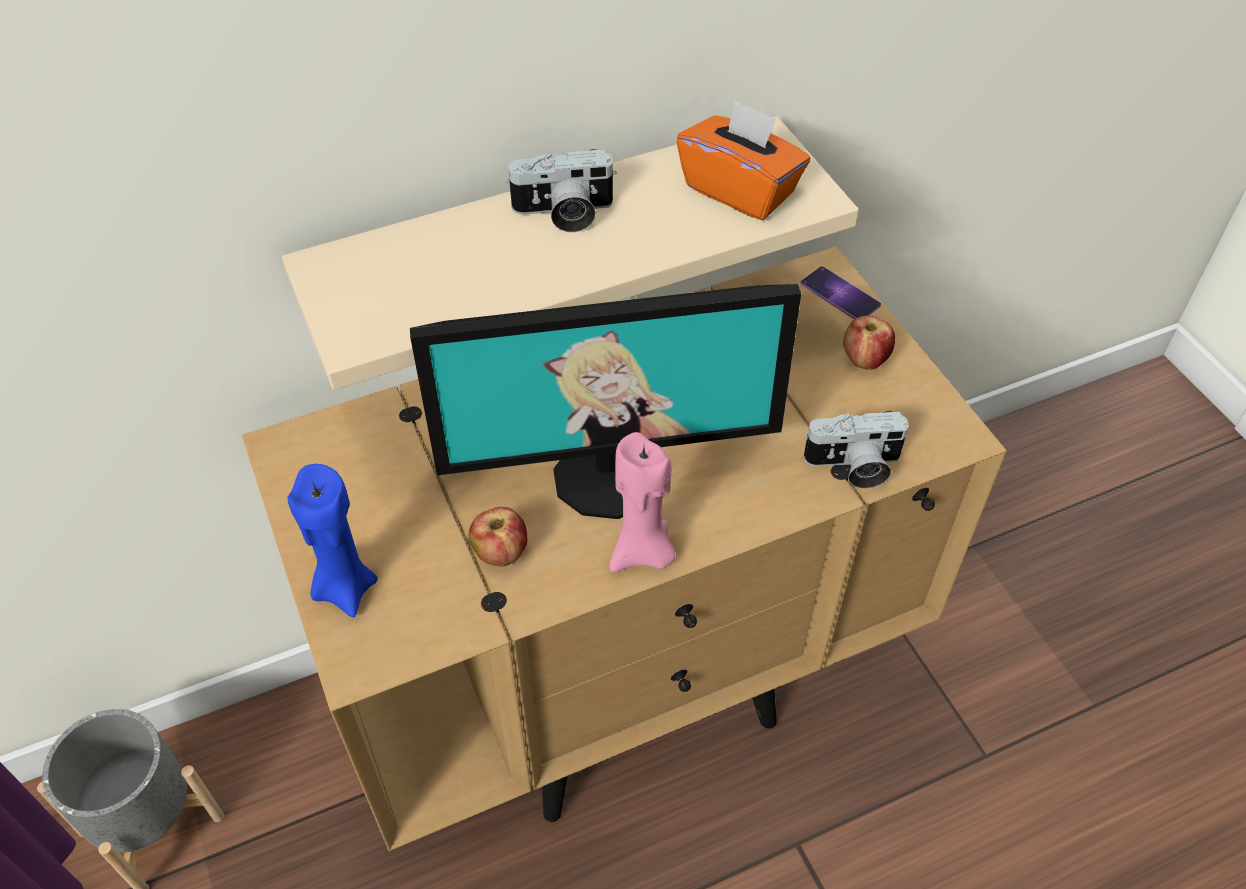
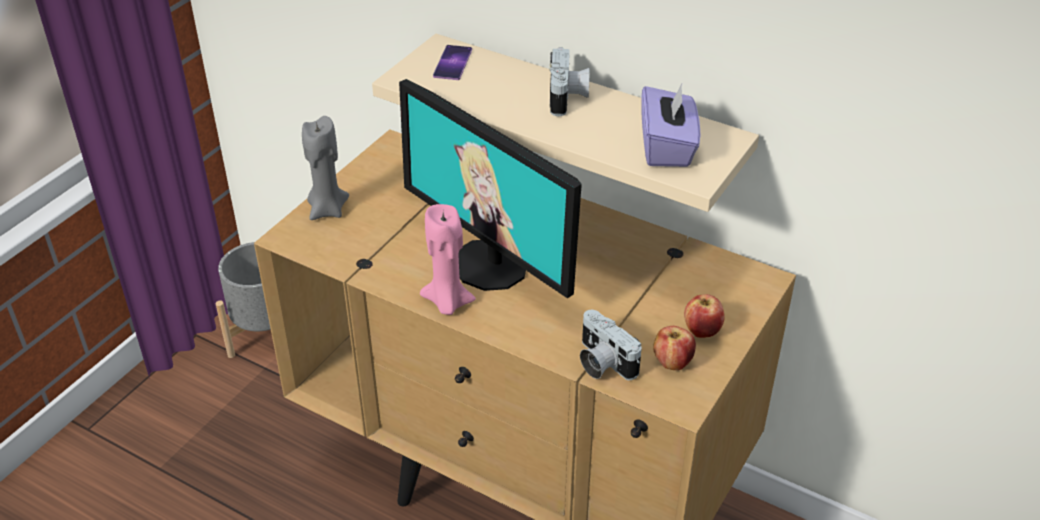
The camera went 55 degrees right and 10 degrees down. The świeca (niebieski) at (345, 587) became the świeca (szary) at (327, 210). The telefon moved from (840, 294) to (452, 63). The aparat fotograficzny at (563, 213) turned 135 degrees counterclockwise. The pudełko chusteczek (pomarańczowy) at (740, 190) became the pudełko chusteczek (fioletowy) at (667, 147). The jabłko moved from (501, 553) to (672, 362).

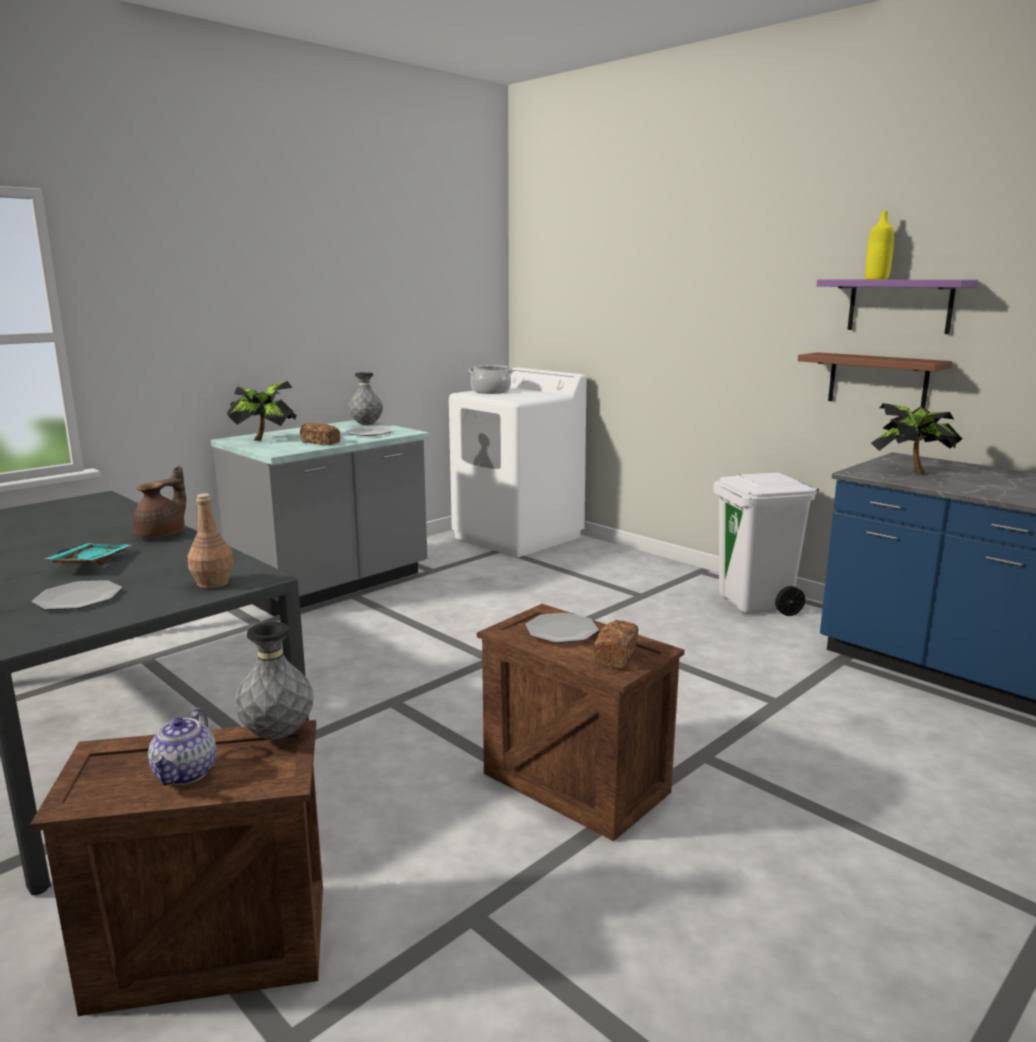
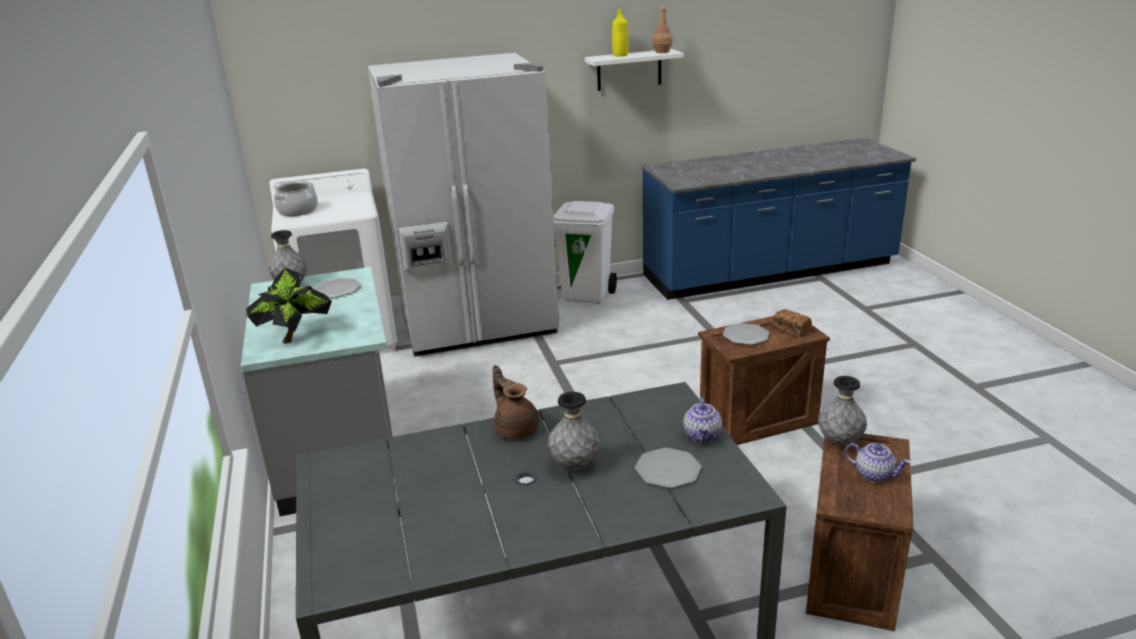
The camera went 60 degrees left and 10 degrees up. The lodówka (biały) at (478, 323) appeared. The taca (turkusowy) at (90, 563) was replaced by the wazon (szary) at (575, 465). The półka (fioletowy) at (900, 305) became the półka (biały) at (629, 70). The butelka (brązowy) moved from (213, 583) to (662, 52). The imbryk at (703, 436) appeared. The chleb at (320, 442) disappeared. The półka (brązowy) at (877, 381) disappeared. The roślina doniczkowa at (911, 472) disappeared.

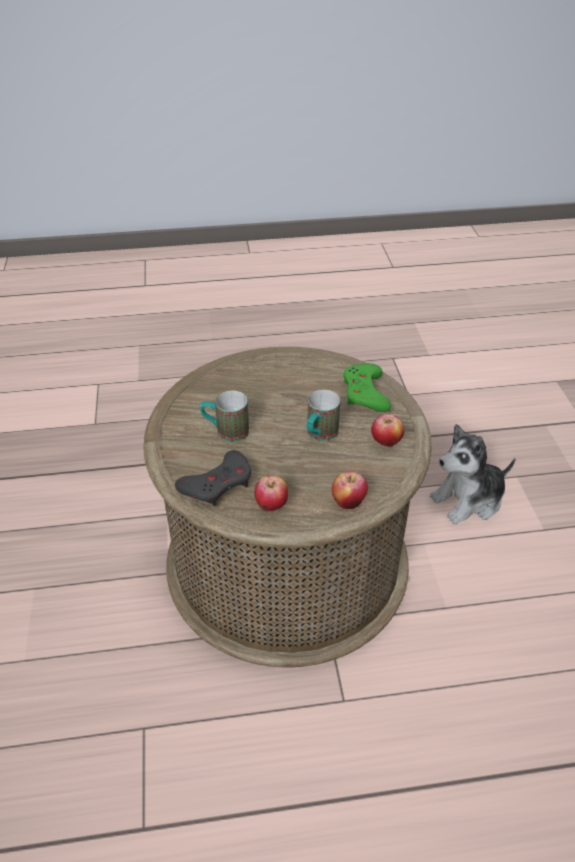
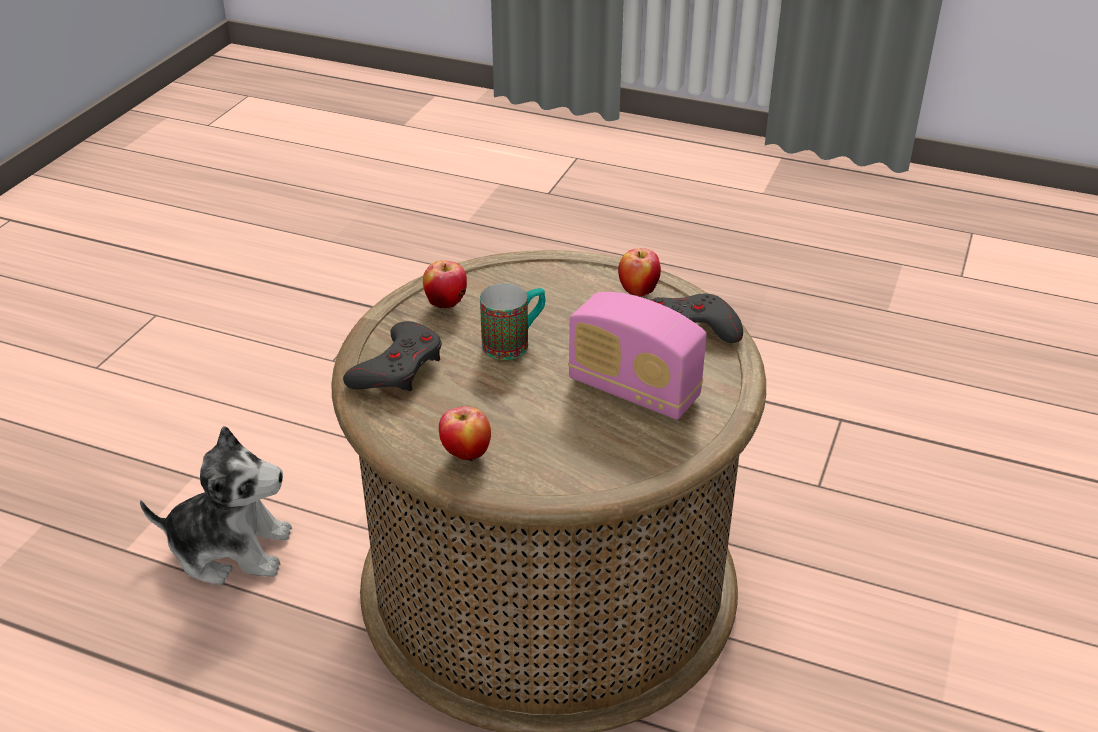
The camera went 150 degrees left and 5 degrees down. The pad do gier (zielony) at (365, 393) became the pad do gier (szary) at (398, 367). The jabłko moved from (348, 502) to (465, 455). The kubek at (225, 431) was replaced by the radio at (633, 390).

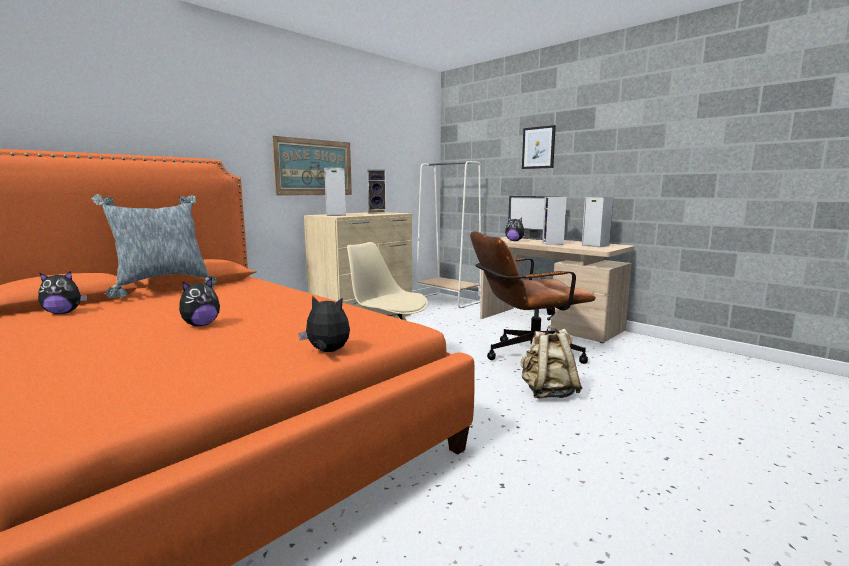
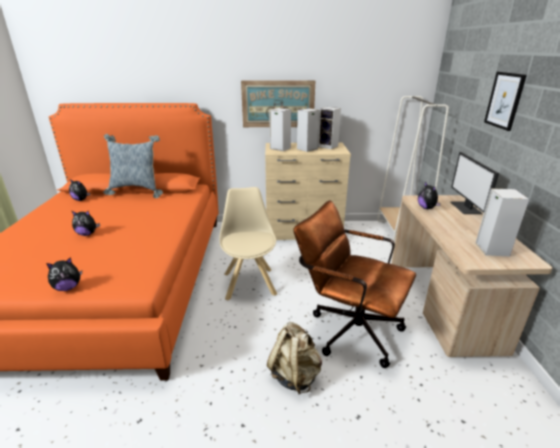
The camera went 45 degrees right and 15 degrees up. The pluszak at (327, 352) turned 90 degrees clockwise. The głośnik moved from (553, 243) to (307, 149).

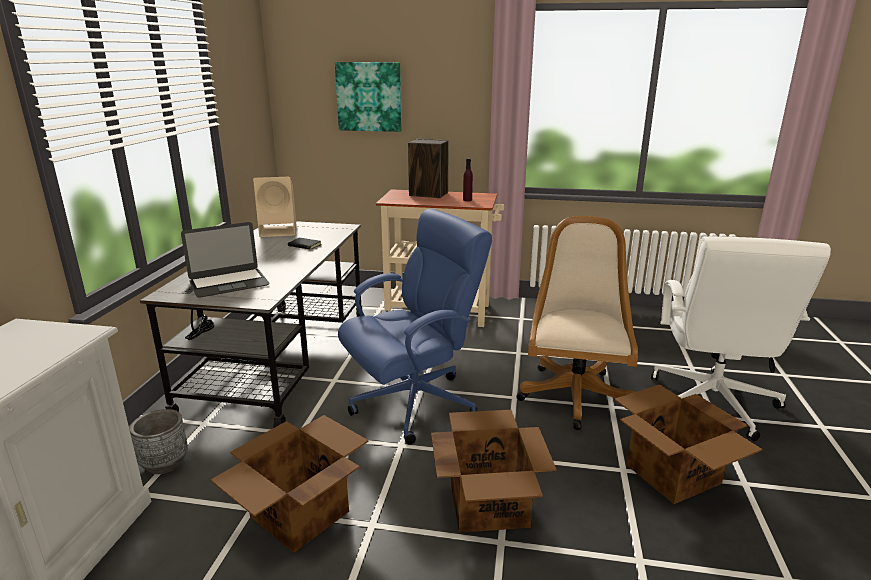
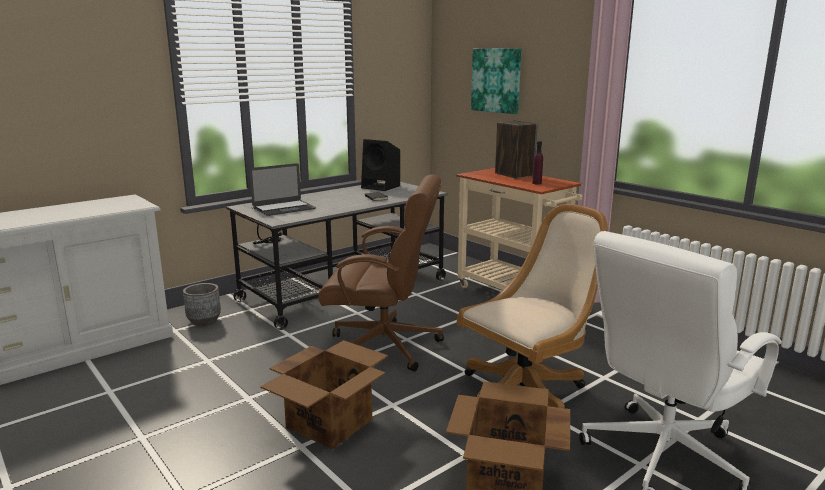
The camera went 40 degrees right and 5 degrees down. The laptop at (229, 283) turned 45 degrees counterclockwise. The krzesło biurowe (niebieski) at (413, 404) became the krzesło biurowe (brązowy) at (384, 346). The głośnik (beżowy) at (279, 231) became the głośnik (czarny) at (381, 187). The karton at (298, 514) disappeared.

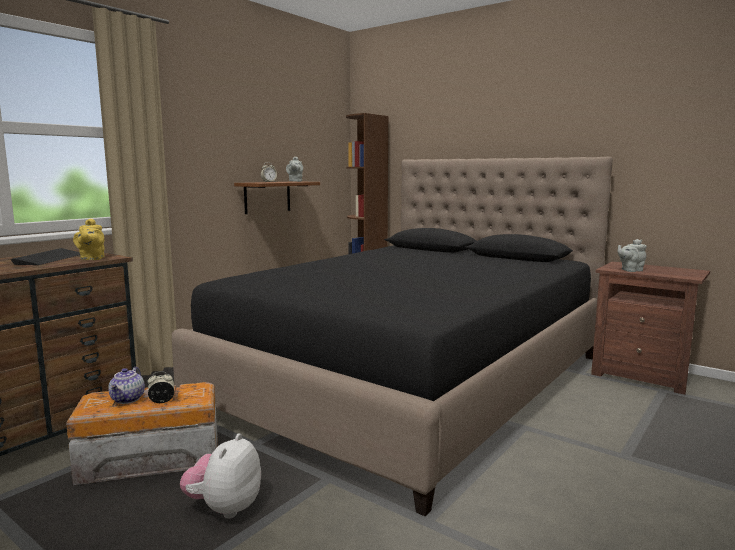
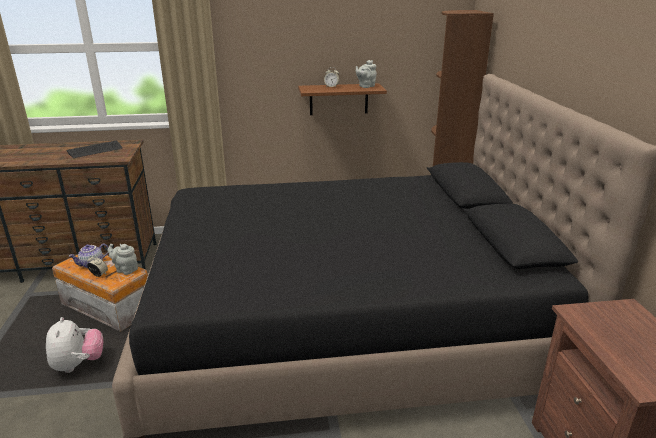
The camera went 45 degrees right and 15 degrees up. The pluszak at (224, 508) turned 105 degrees clockwise. The imbryk (szary) moved from (630, 270) to (125, 269). The imbryk (żółty) at (91, 259) disappeared.

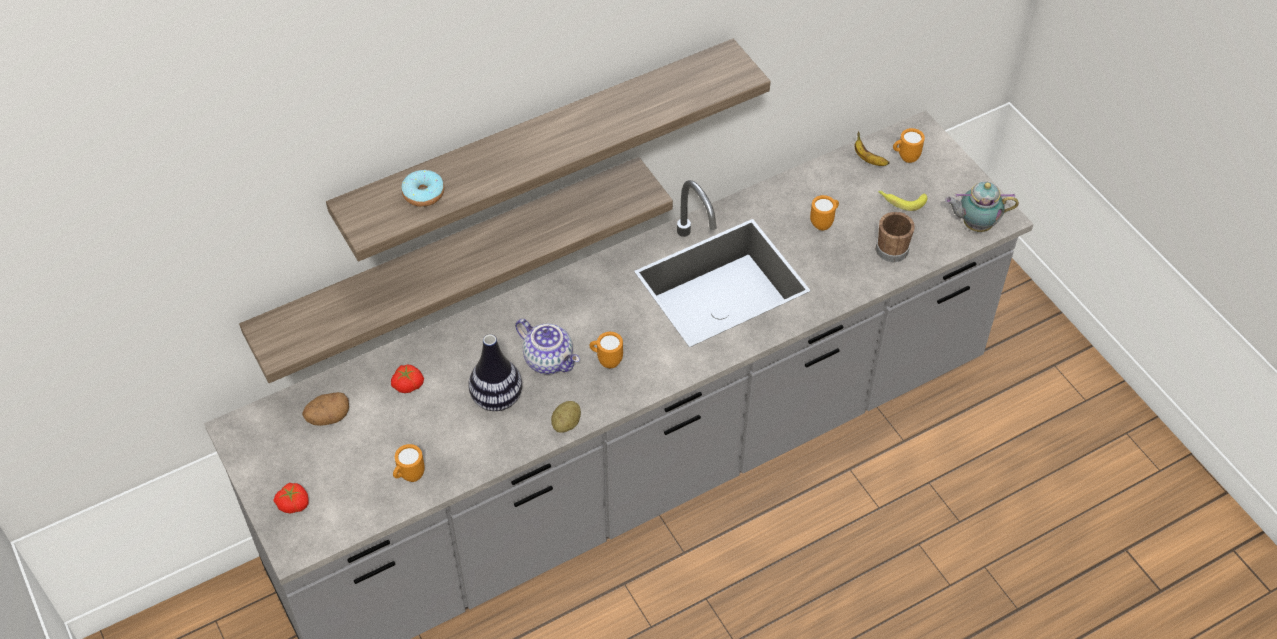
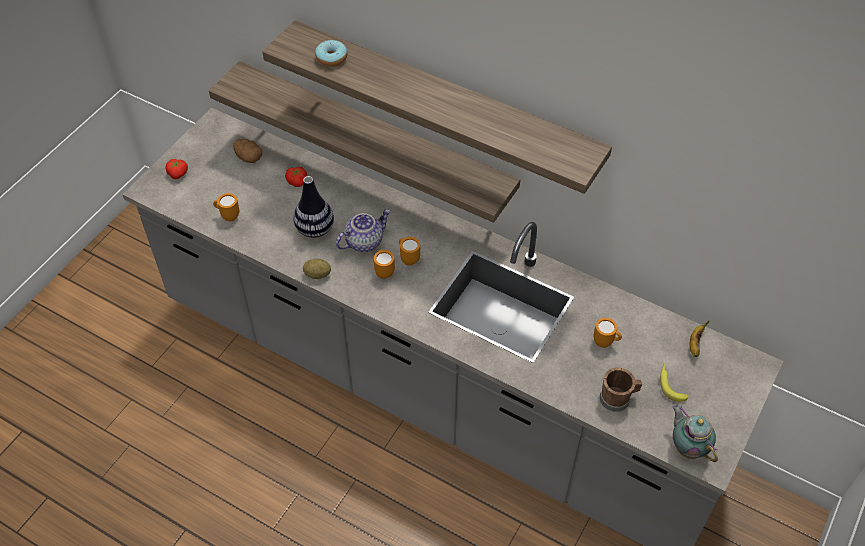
The camera went 60 degrees right and 0 degrees up. The imbryk at (550, 359) turned 135 degrees counterclockwise. The kubek (pomarańczowy) moved from (905, 157) to (408, 258).

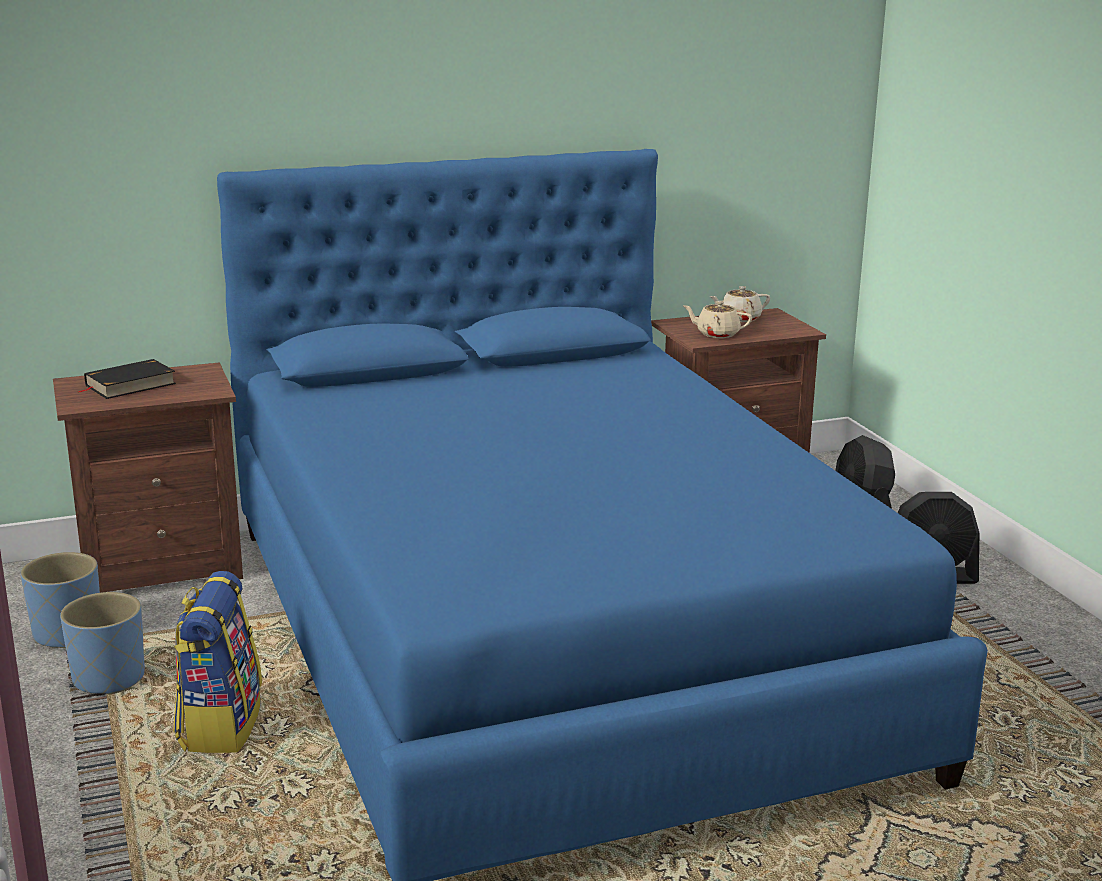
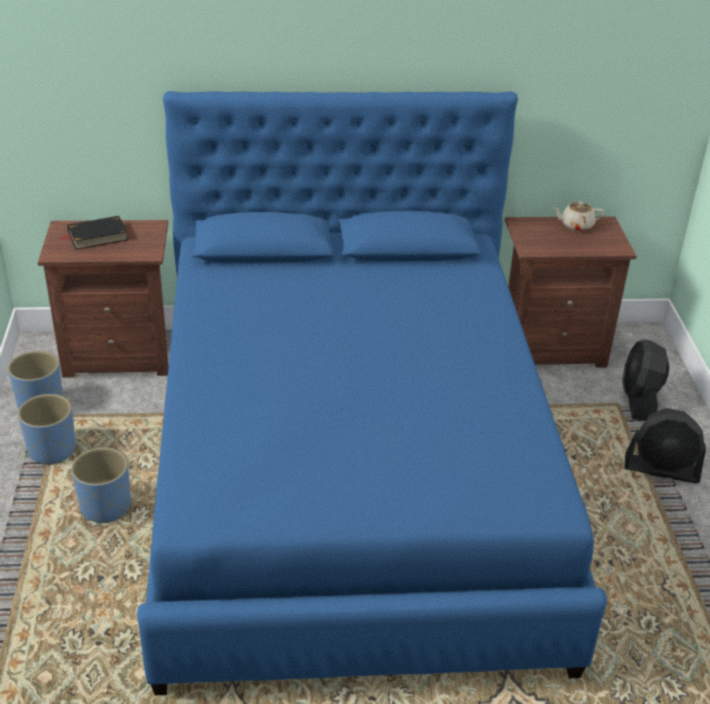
The camera went 15 degrees right and 15 degrees up. The plecak at (220, 725) was replaced by the donica (niebieski) at (105, 506). The imbryk (beżowy) at (716, 334) disappeared.

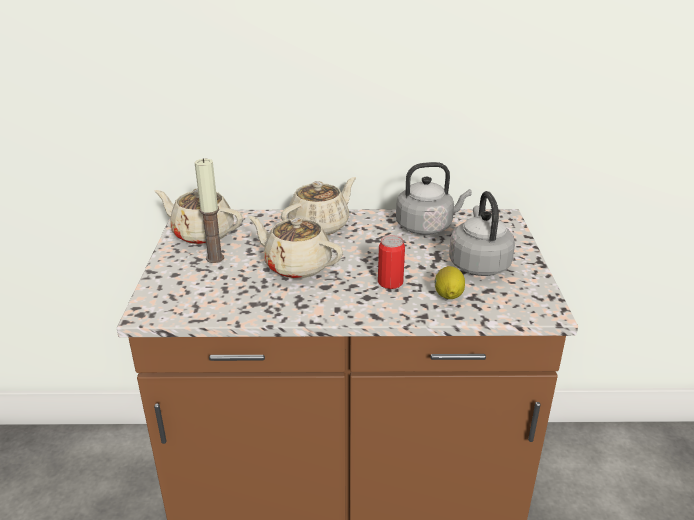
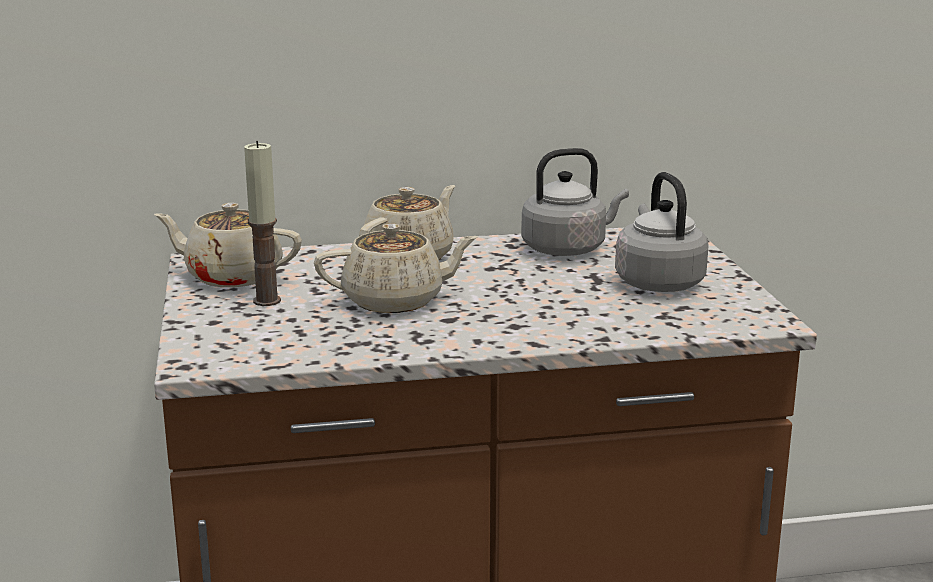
The camera went 10 degrees left and 10 degrees down. The imbryk (beżowy) at (296, 266) turned 150 degrees clockwise. The puszka at (390, 282) disappeared. The cytryna at (448, 296) disappeared.

